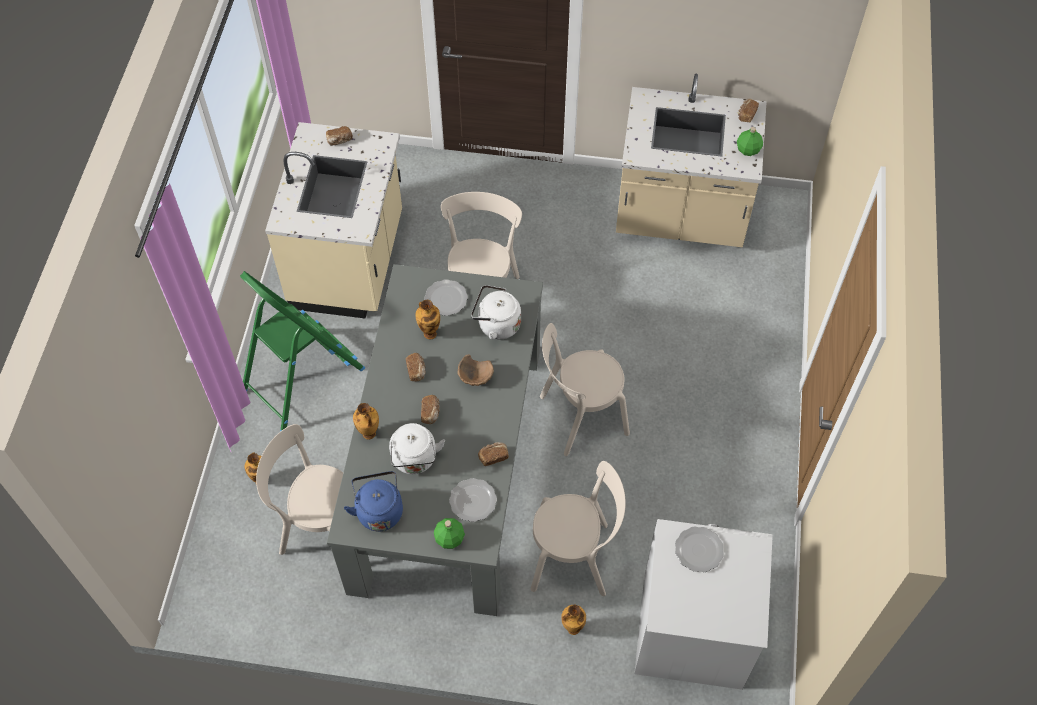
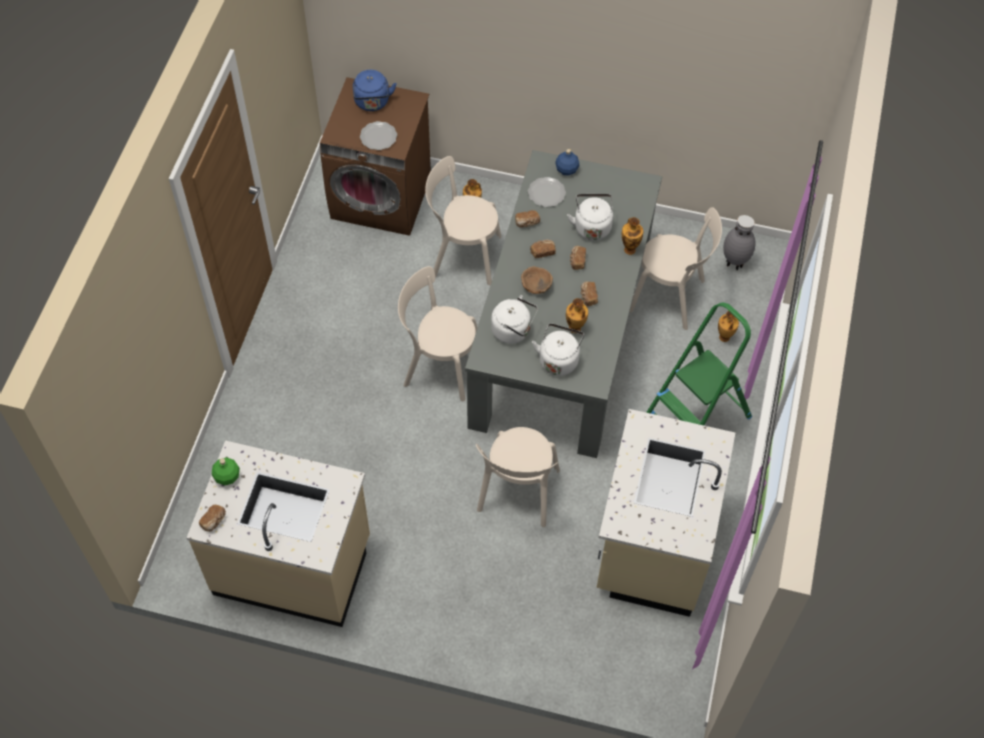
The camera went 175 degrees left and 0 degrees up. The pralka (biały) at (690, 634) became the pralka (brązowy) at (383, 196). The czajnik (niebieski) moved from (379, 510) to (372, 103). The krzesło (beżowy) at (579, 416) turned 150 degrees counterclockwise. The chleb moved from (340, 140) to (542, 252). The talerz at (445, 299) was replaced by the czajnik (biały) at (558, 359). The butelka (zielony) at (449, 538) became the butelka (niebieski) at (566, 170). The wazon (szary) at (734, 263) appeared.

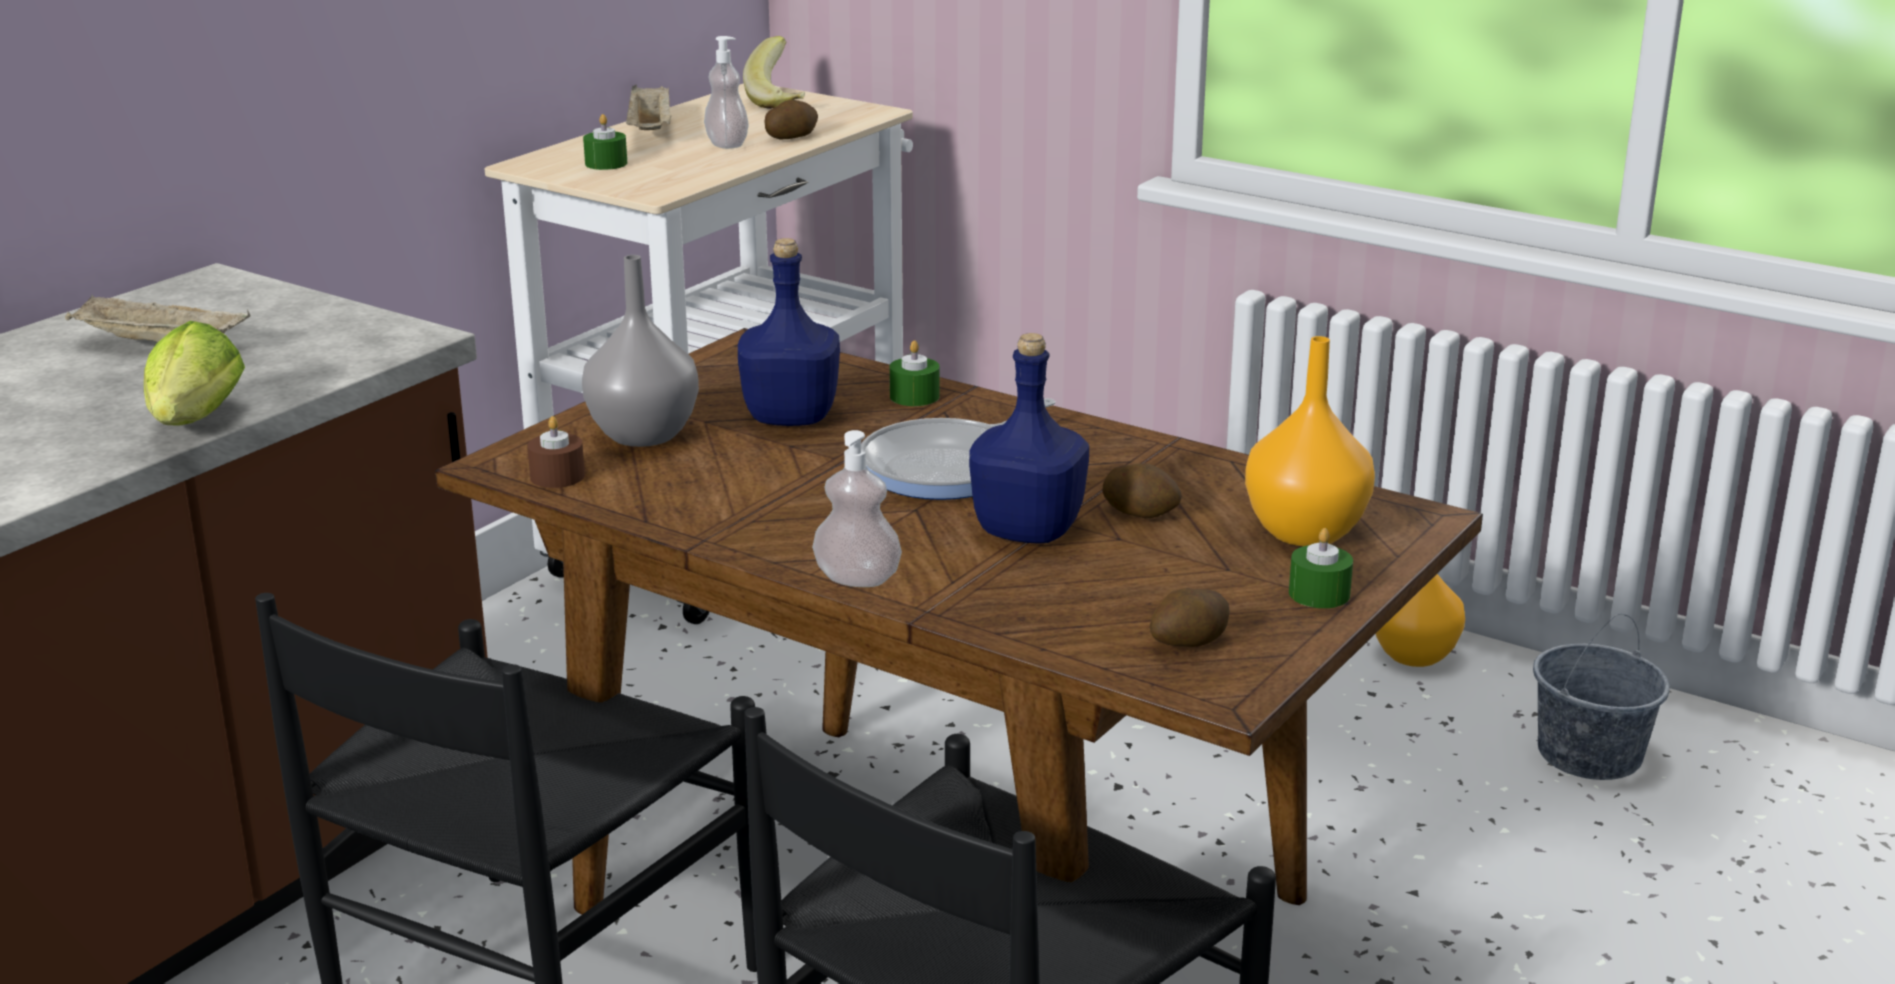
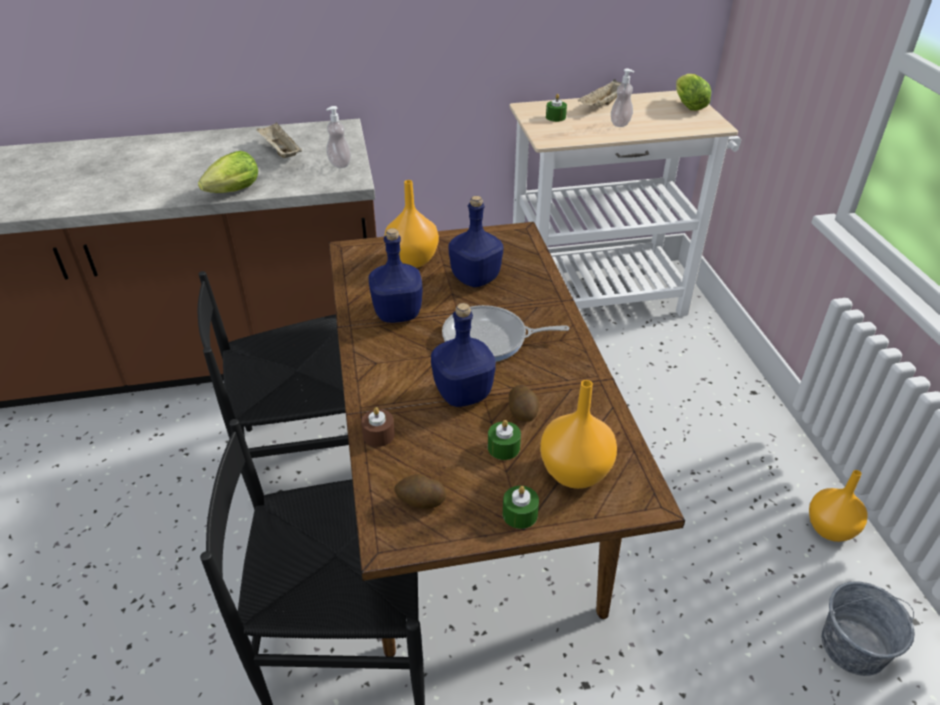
The camera went 45 degrees right and 15 degrees up. The dozownik mydła moved from (857, 579) to (340, 164). The świeca (brązowy) moved from (557, 476) to (378, 435). The butelka (niebieski) at (398, 314) appeared. The wazon (szary) at (641, 434) became the wazon (pomarańczowy) at (412, 259). The świeca (zielony) moved from (914, 396) to (503, 448). The banan at (782, 100) was replaced by the sałata at (687, 105). The ziemniak at (792, 137) disappeared.

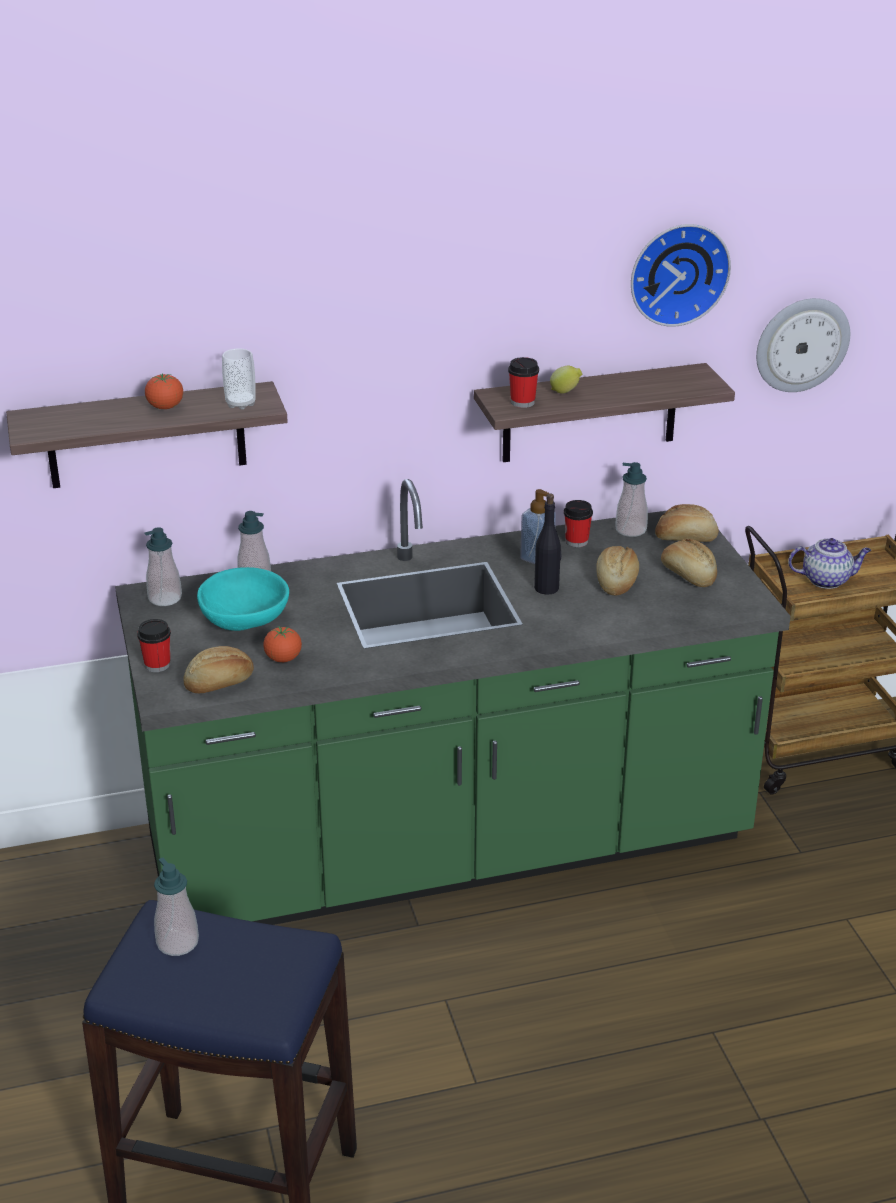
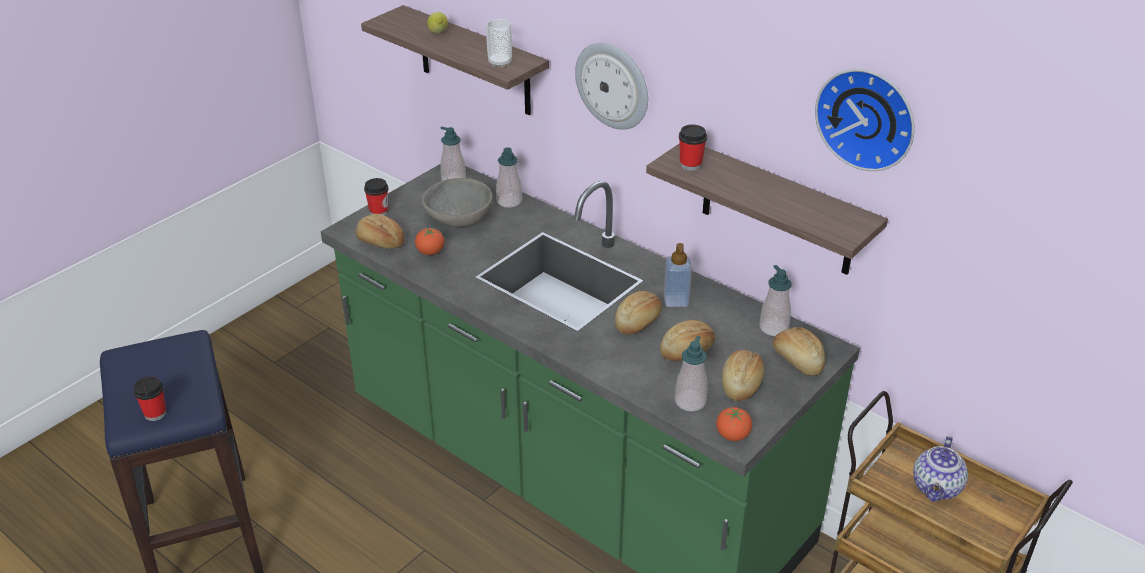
The camera went 55 degrees right and 5 degrees up. The filiżanka moved from (576, 541) to (155, 413). The miska (turkusowy) at (244, 621) became the miska (szary) at (457, 219). The cytryna moved from (565, 392) to (438, 33). The zegar ścienny moved from (801, 344) to (613, 85). The butelka (czarny) at (547, 588) was replaced by the chleb at (639, 322). The dozownik mydła moved from (177, 942) to (690, 401). The pomidor moved from (165, 407) to (732, 435). The imbryk at (827, 580) turned 60 degrees clockwise.

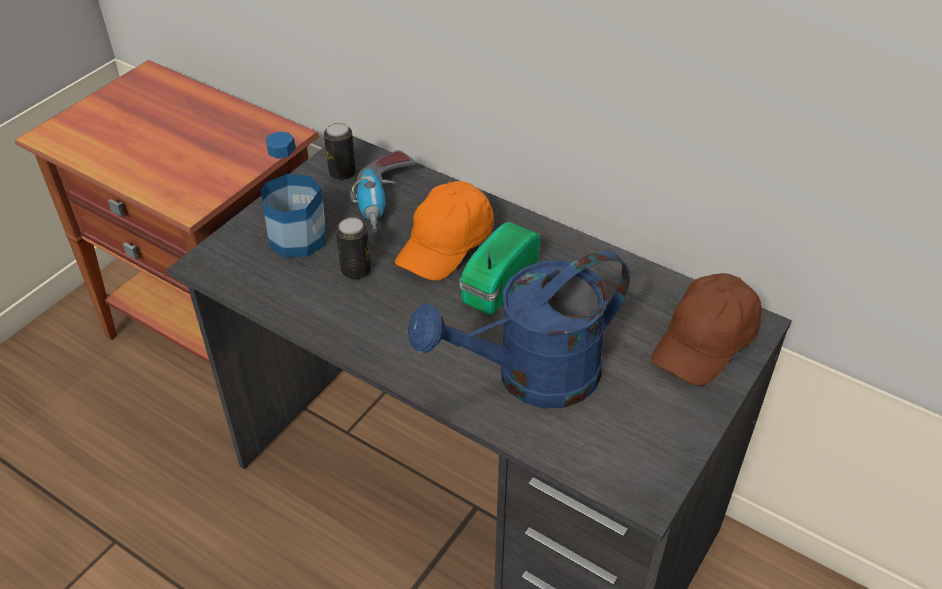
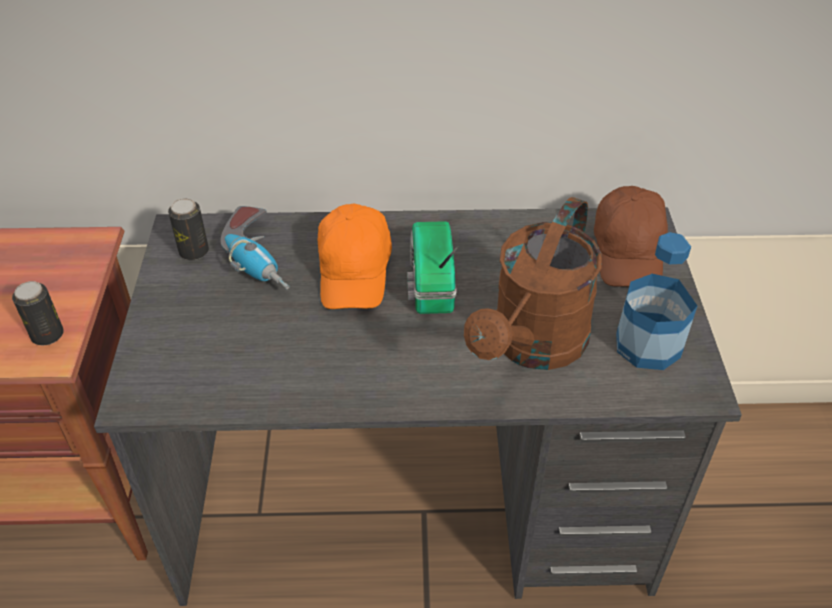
The camera went 35 degrees left and 0 degrees up. The puszka moved from (356, 270) to (47, 335). The konewka (niebieski) at (531, 377) became the konewka (brązowy) at (532, 347). The butelka moved from (298, 238) to (648, 345).

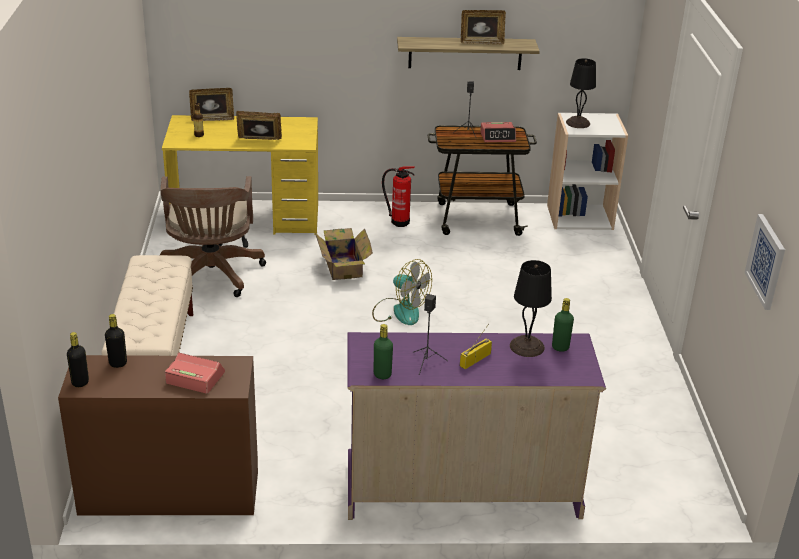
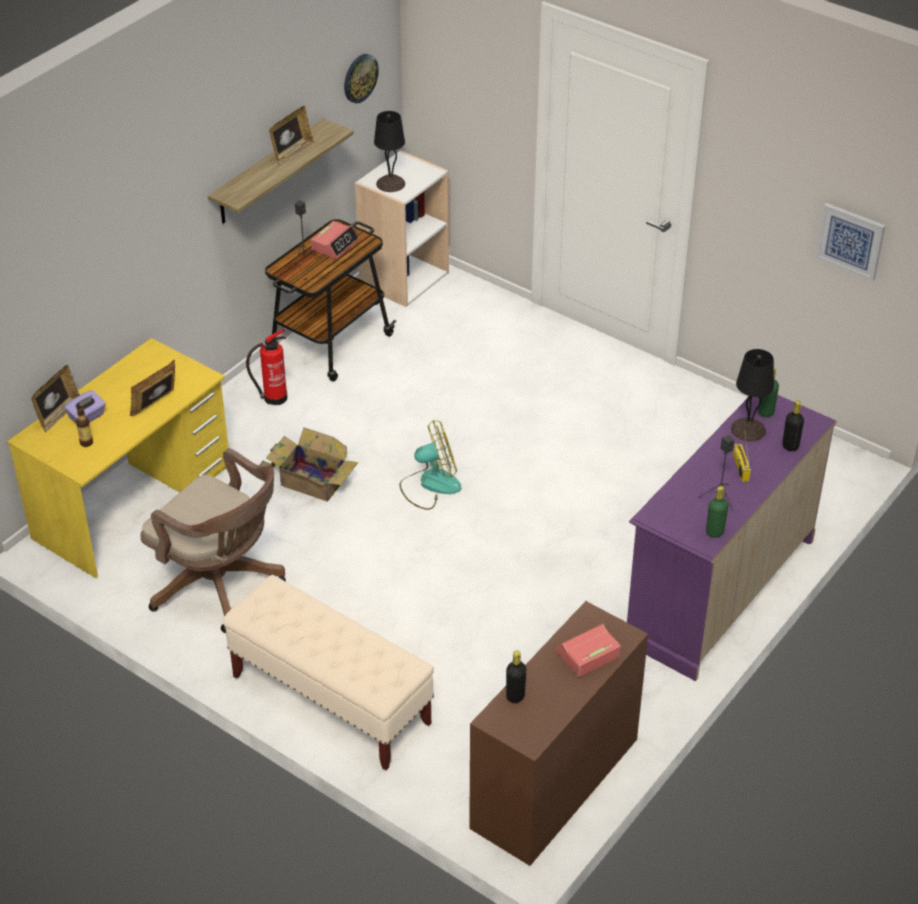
The camera went 50 degrees left and 10 degrees up. The pudełko chusteczek (fioletowy) at (87, 417) appeared. The zegar ścienny at (360, 78) appeared. The butelka (czarny) moved from (80, 382) to (790, 446).

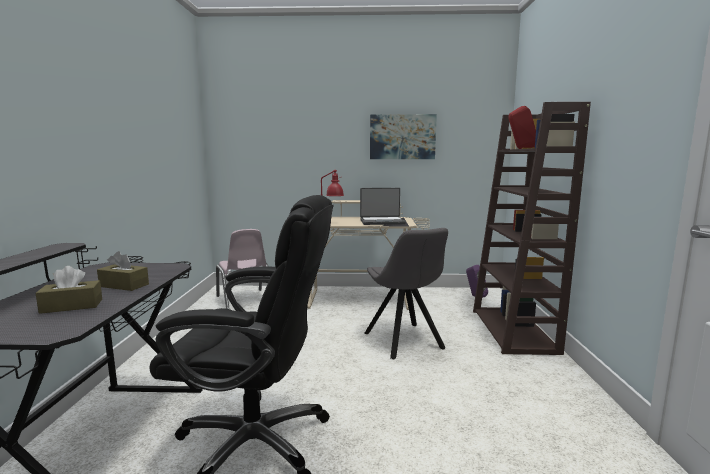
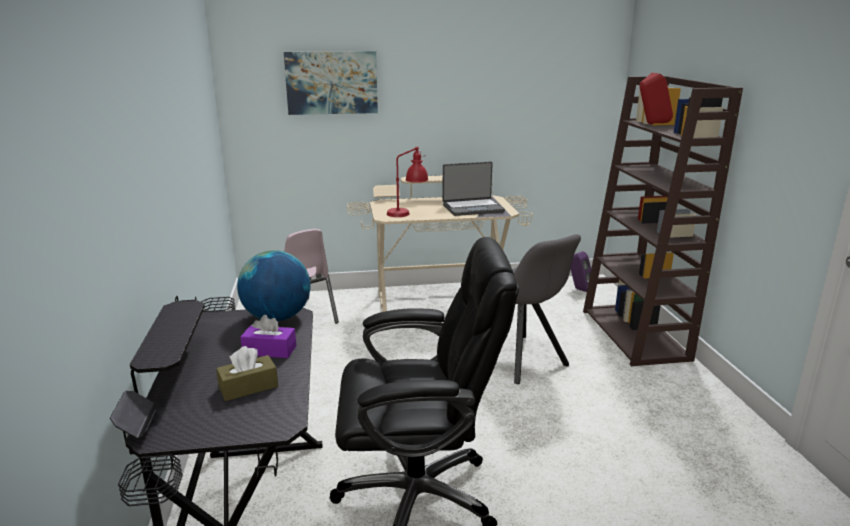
The camera went 10 degrees left and 10 degrees up. The globus at (277, 318) appeared. The pudełko chusteczek (brązowy) at (124, 285) became the pudełko chusteczek (fioletowy) at (269, 350). The obraz moved from (402, 137) to (331, 82).

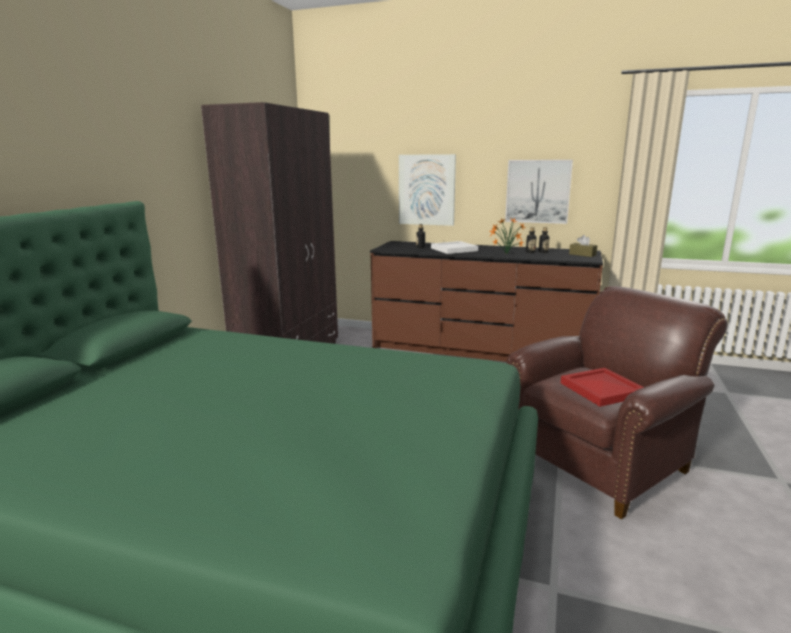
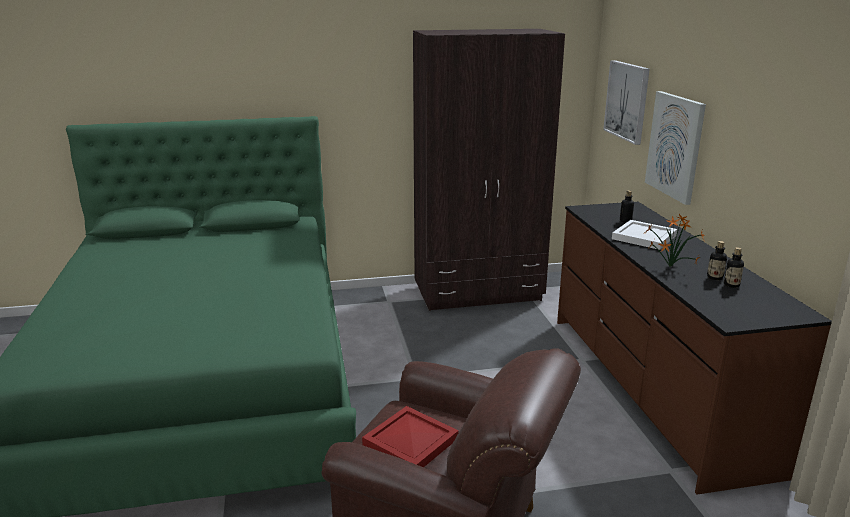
The camera went 60 degrees right and 5 degrees up. The obraz moved from (538, 191) to (627, 101). The pudełko chusteczek (brązowy) at (582, 254) disappeared.

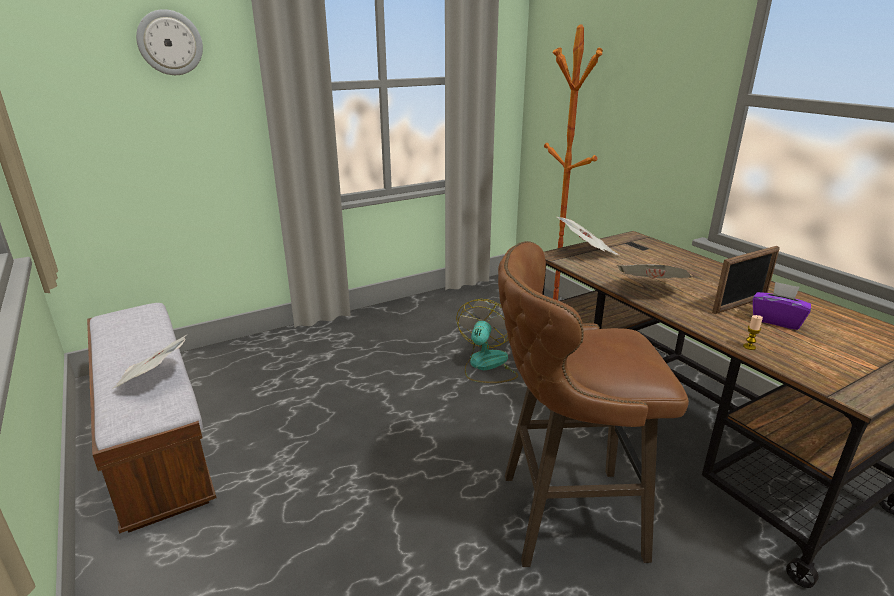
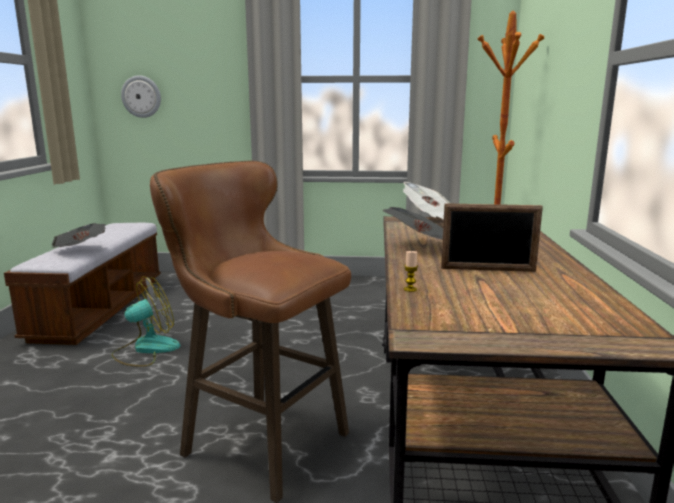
The camera went 35 degrees right and 10 degrees down. The wentylator moved from (486, 366) to (146, 349). The zegar ścienny moved from (170, 43) to (141, 96). The pudełko chusteczek (fioletowy) at (776, 320) disappeared.

